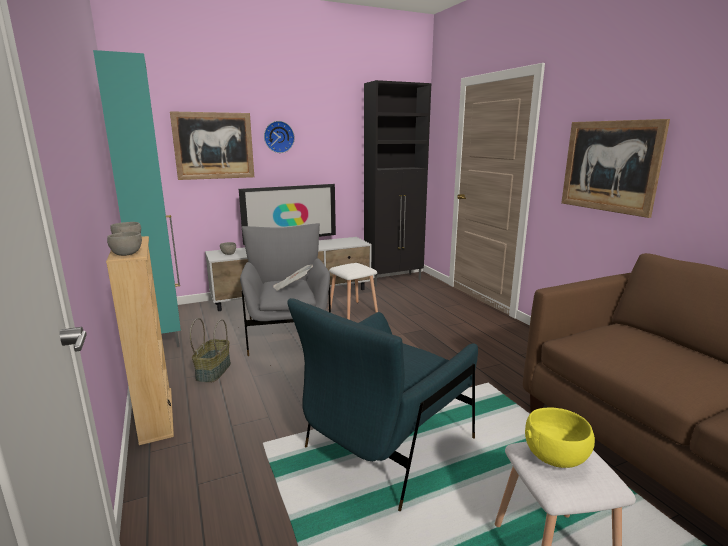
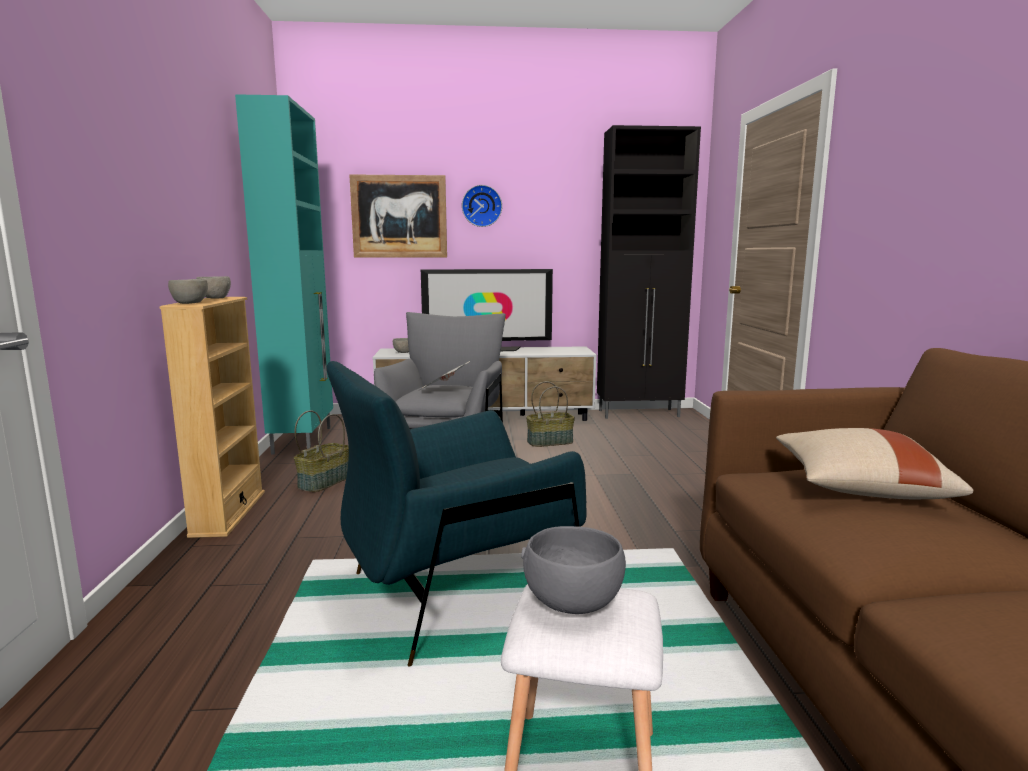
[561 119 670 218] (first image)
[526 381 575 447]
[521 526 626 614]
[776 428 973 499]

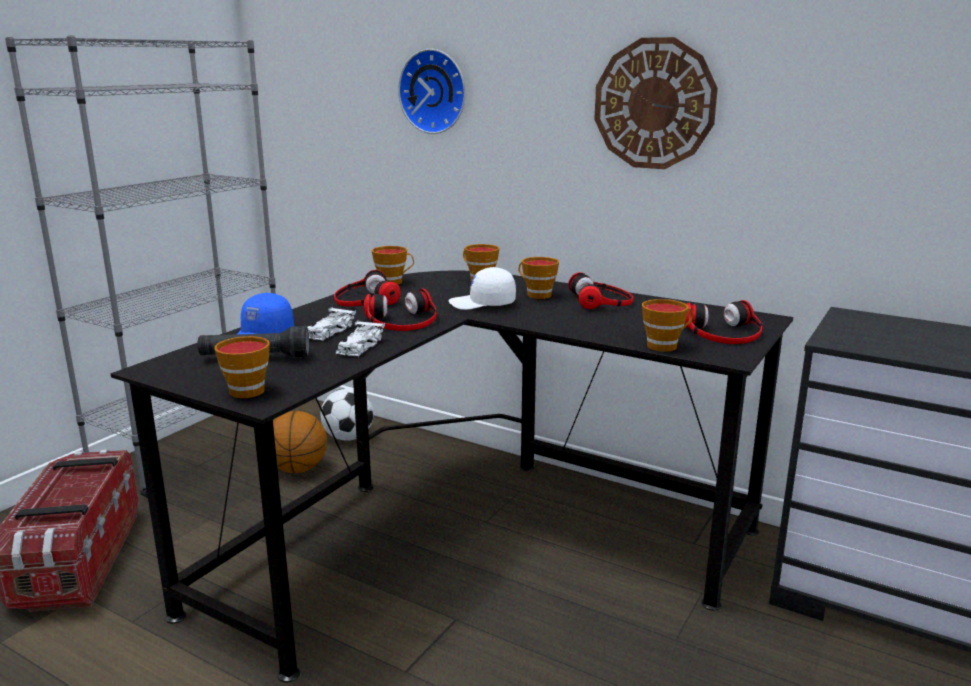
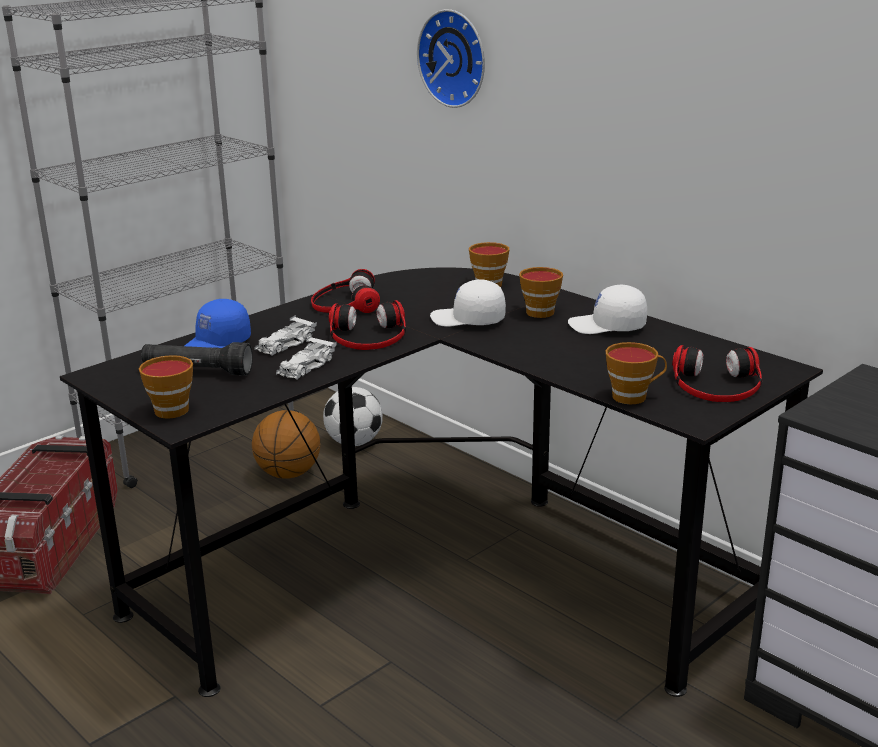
[594 37 718 169] (first image)
[372 246 414 284] (first image)
[568 285 647 334]

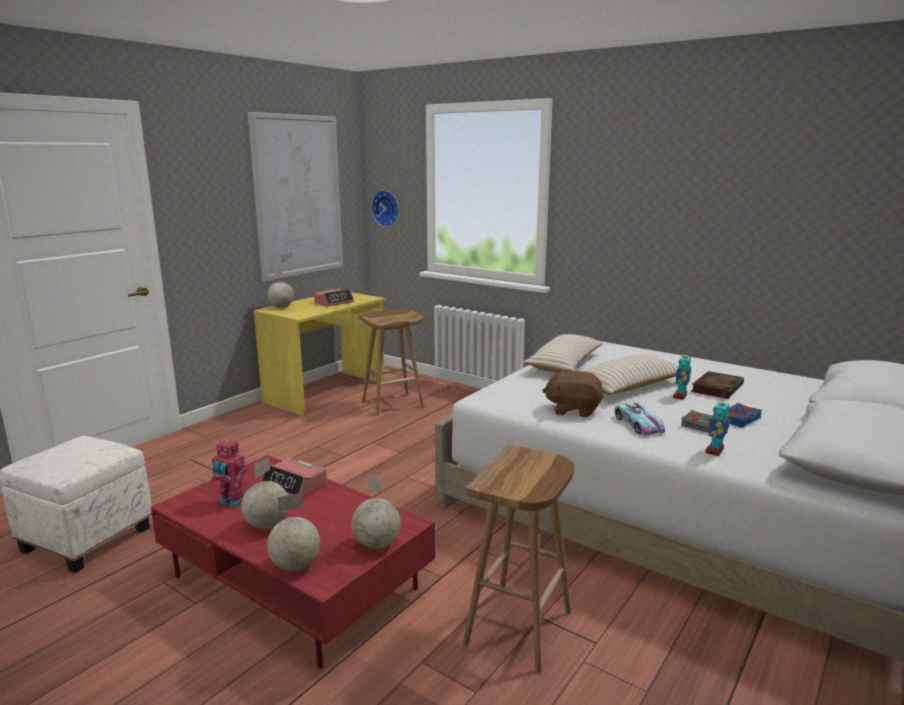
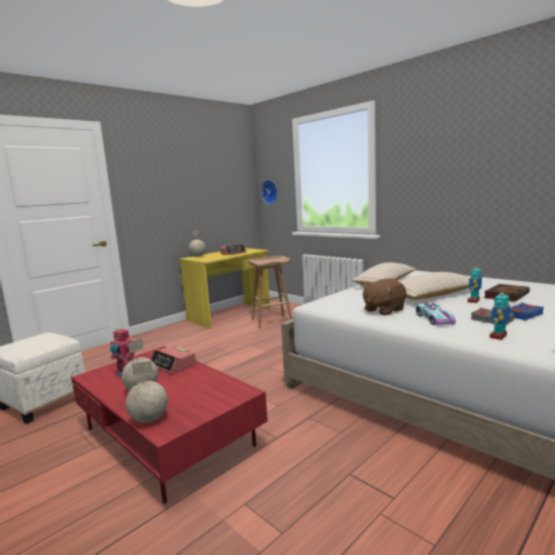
[248 112 343 281] (first image)
[362 278 406 315]
[463 445 574 673] (first image)
[351 473 401 549] (first image)

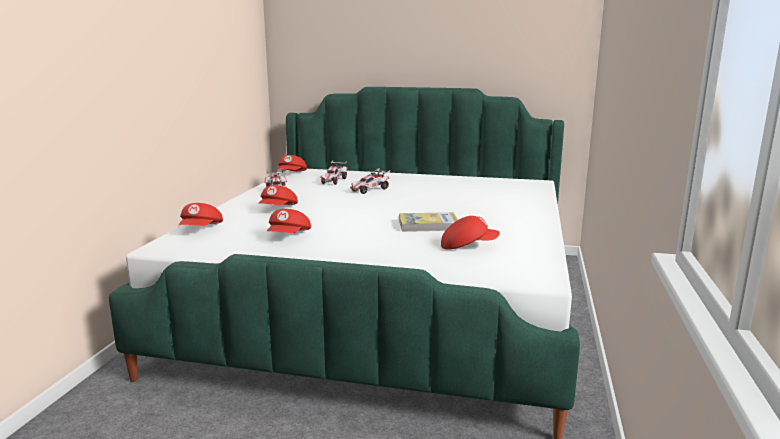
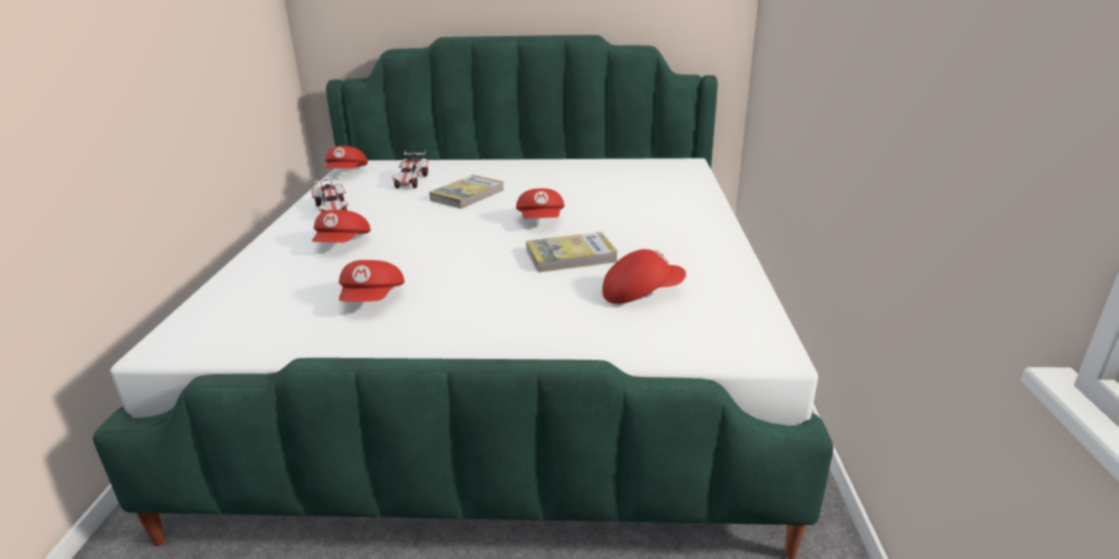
[429 175 504 209]
[516 188 565 219]

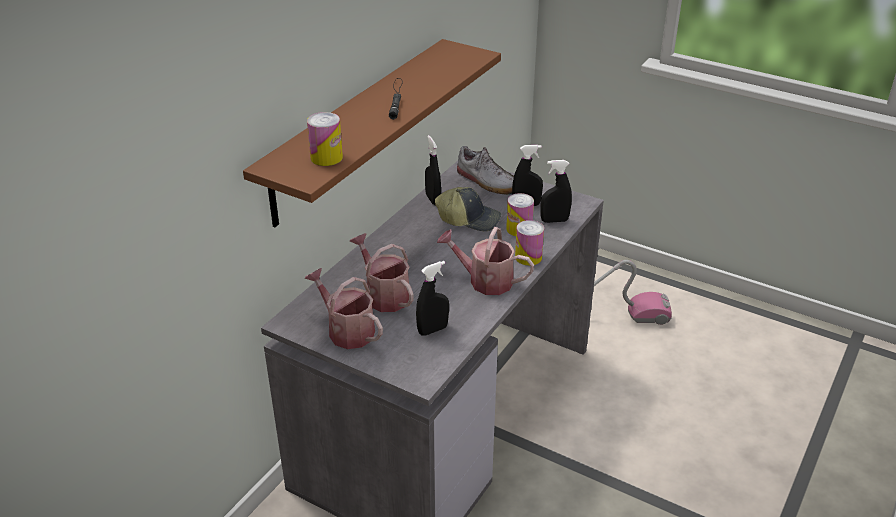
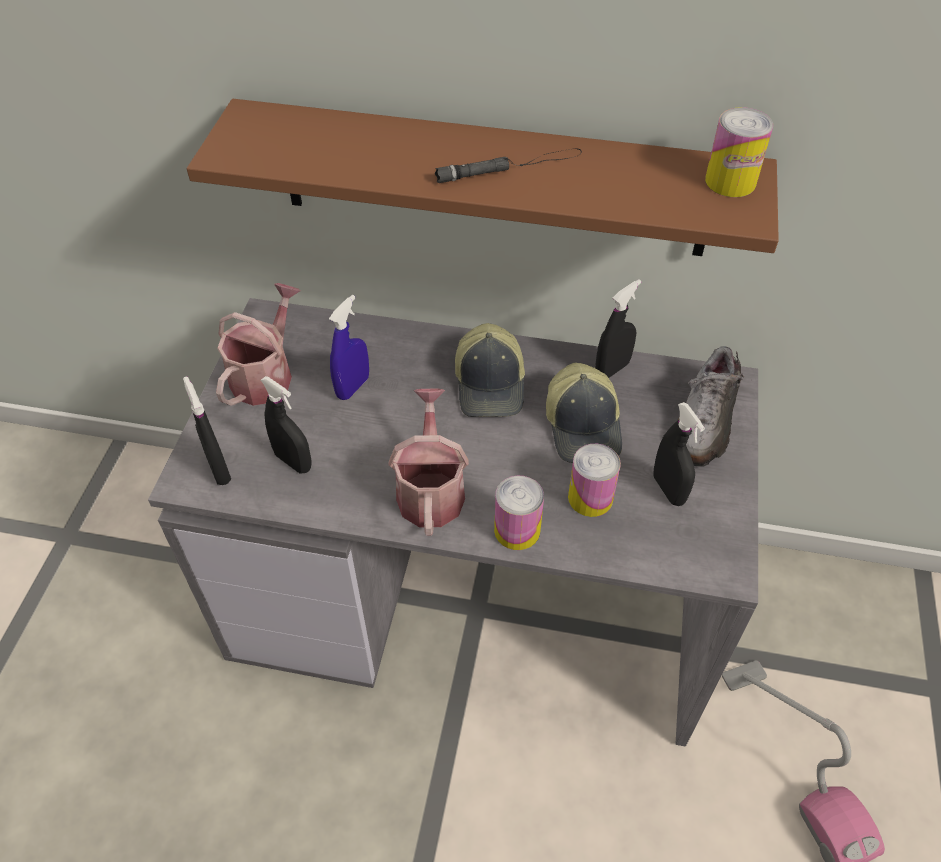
[705 107 773 197]
[183 377 231 485]
[329 295 369 400]
[455 323 525 417]

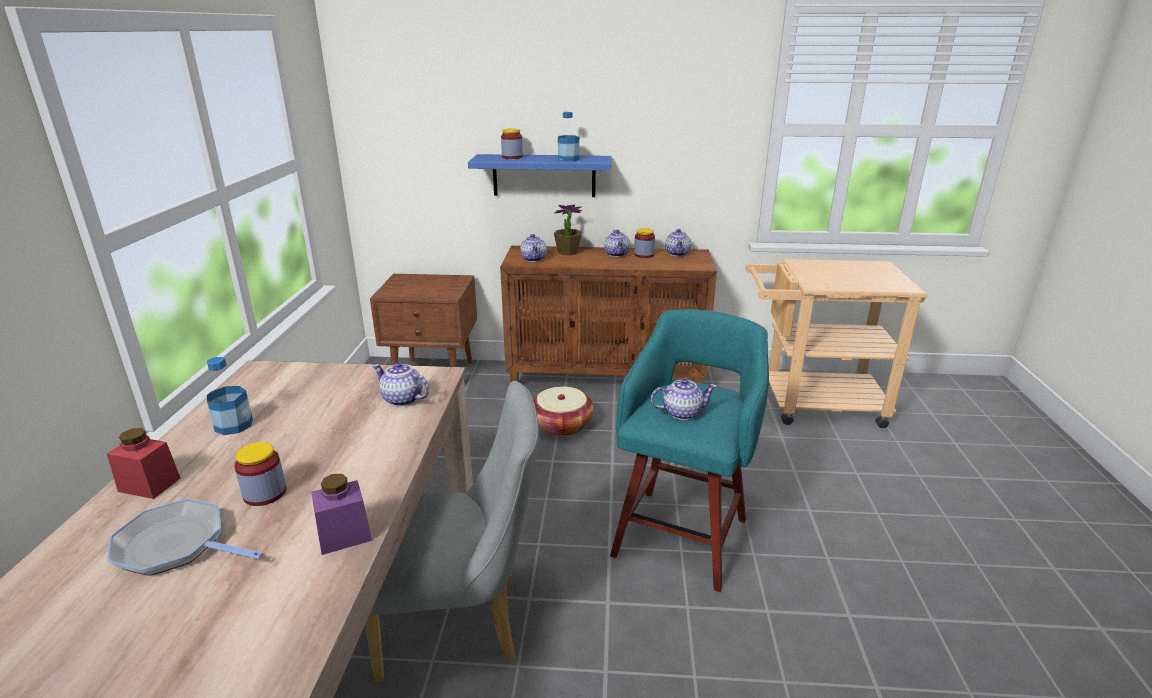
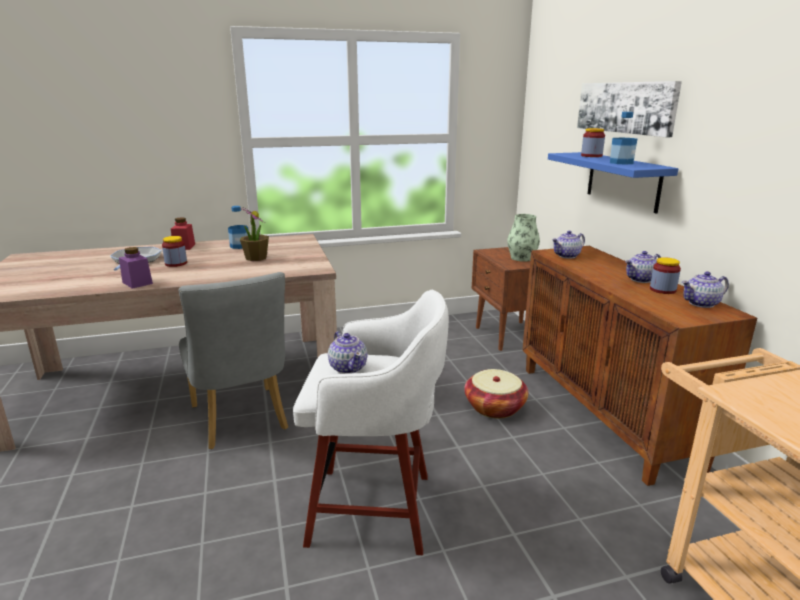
[240 207 269 261]
[293 290 449 555]
[373 362 429 406] (first image)
[577 81 682 137]
[507 214 540 262]

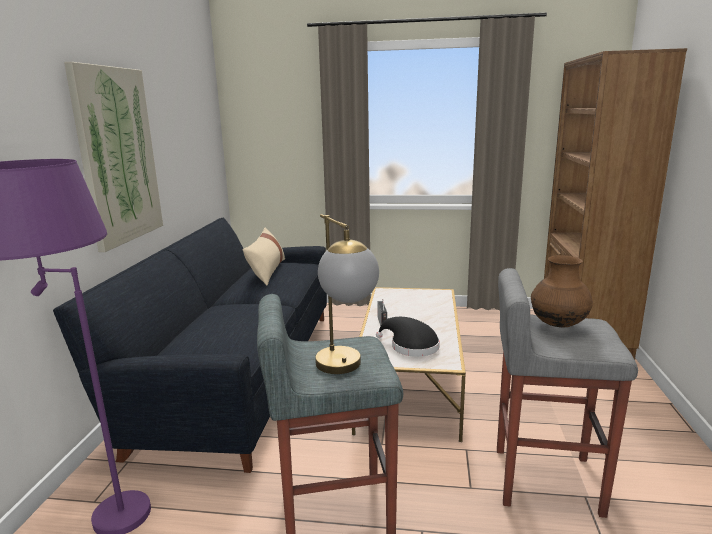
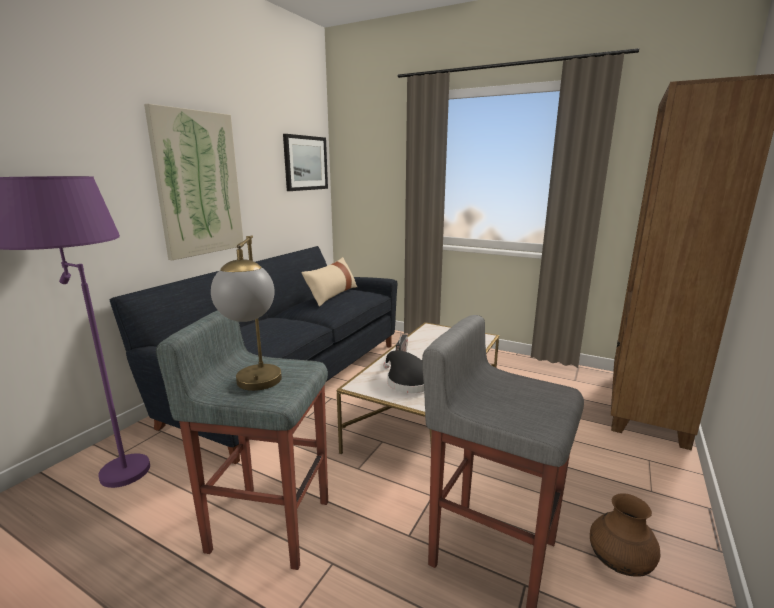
[590 494 660 577]
[283 134 328 191]

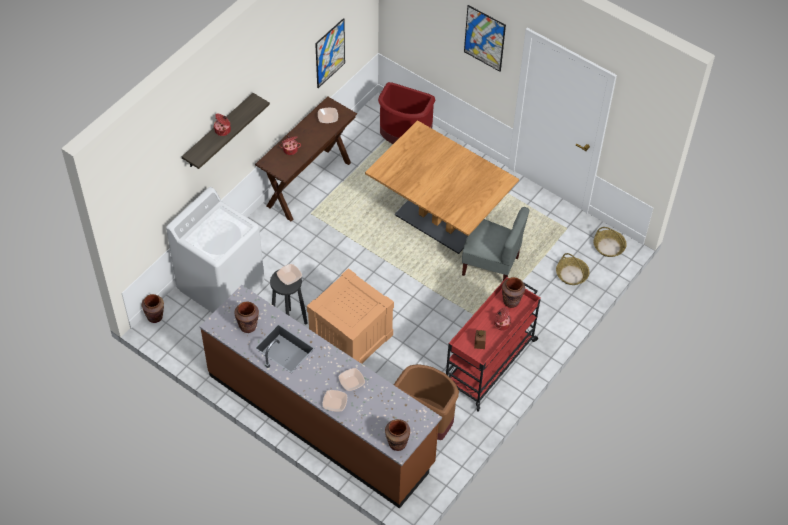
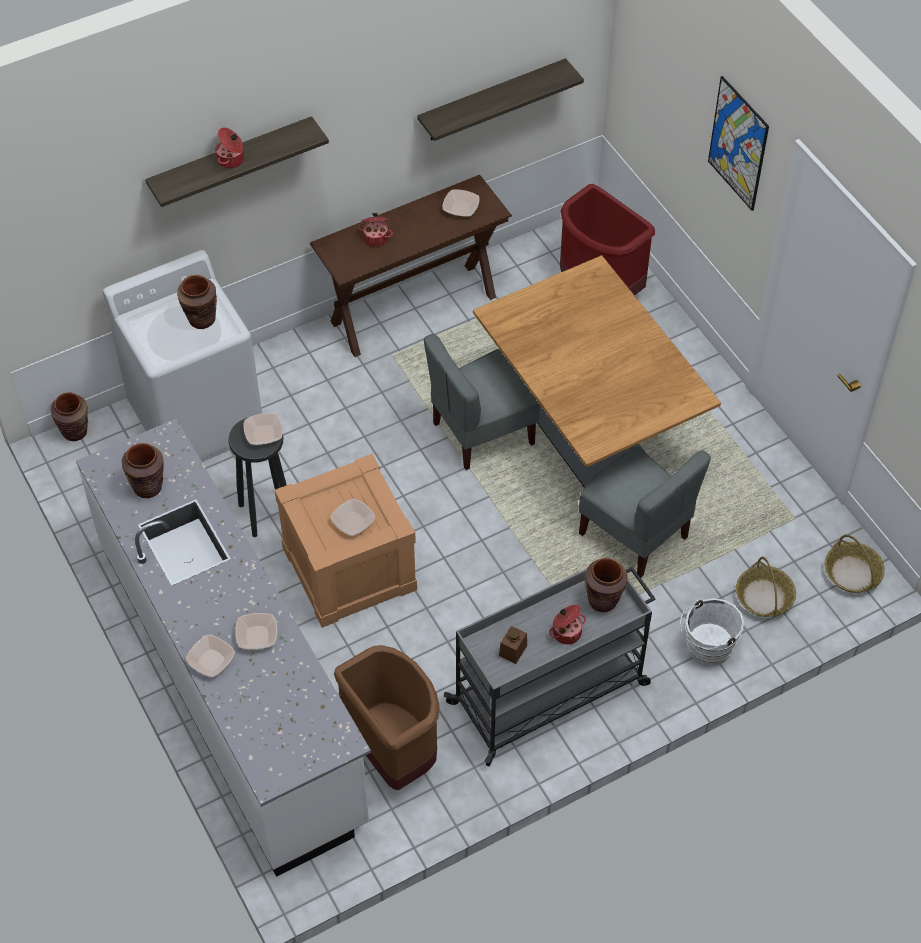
[417 58 584 141]
[444 557 656 766]
[76 419 371 877]
[177 275 217 329]
[423 334 539 470]
[330 499 375 536]
[680 598 744 666]

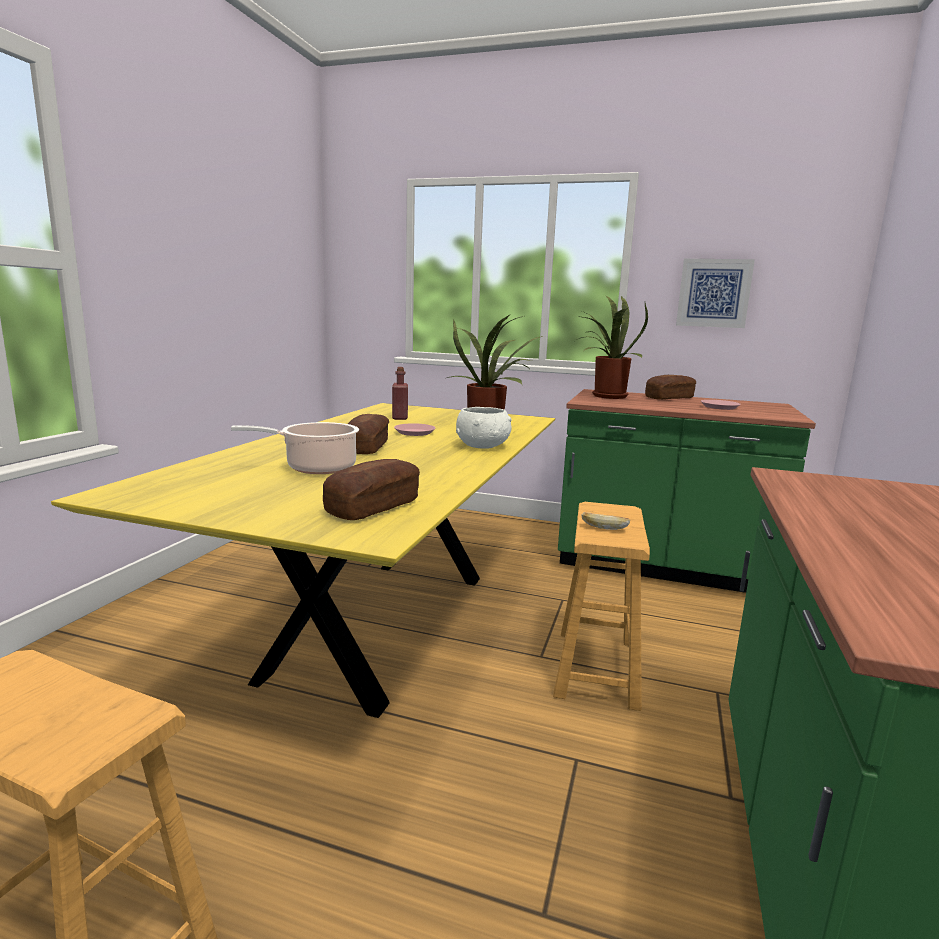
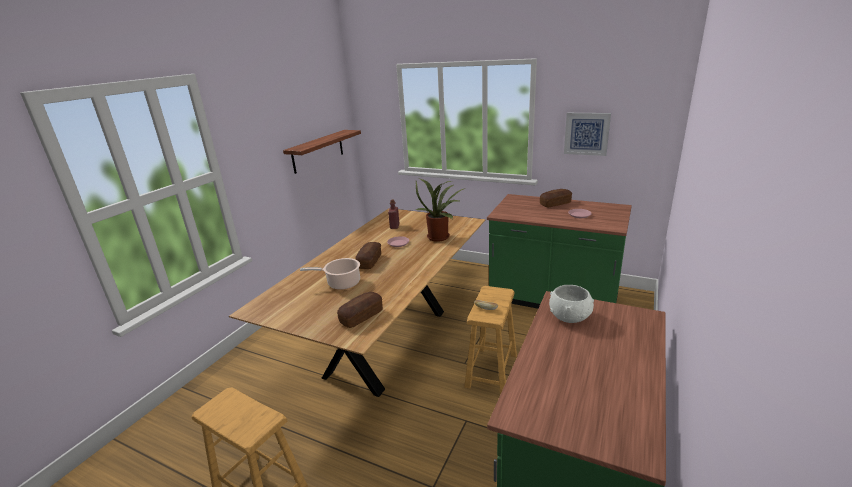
[577 295 648 399] (first image)
[229 208 486 397]
[549 285 594 323]
[283 130 361 174]

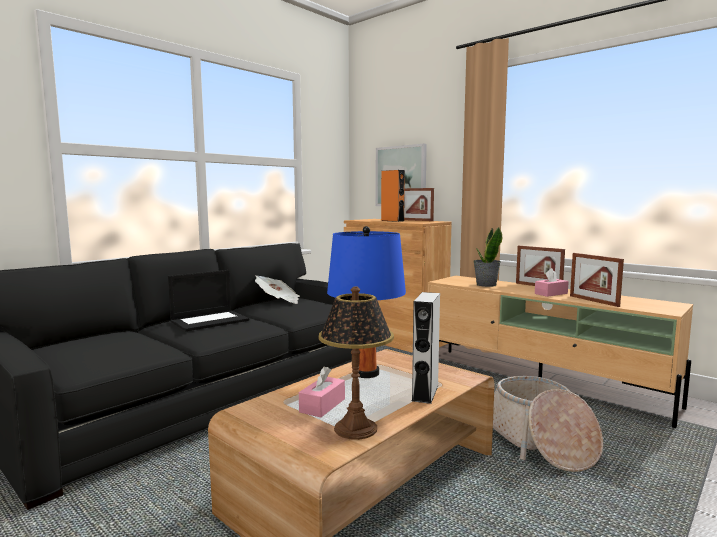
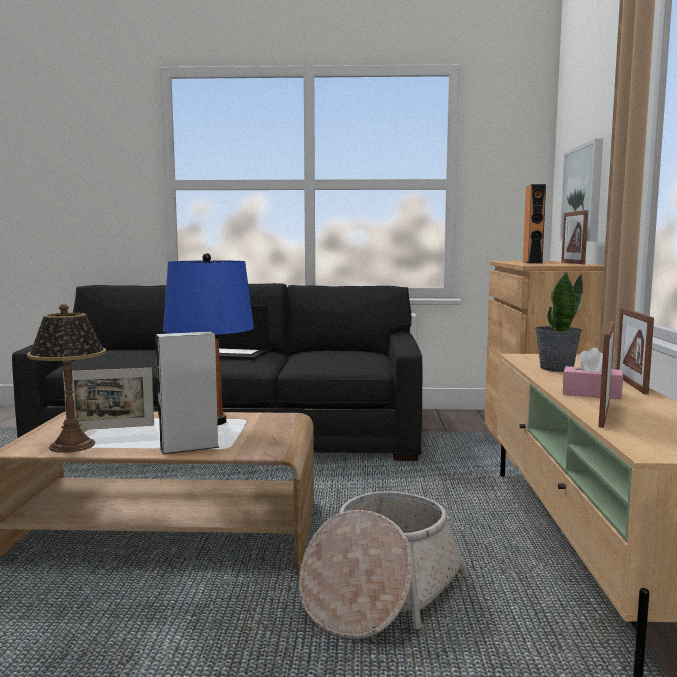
[255 275 300 304] (first image)
[63 368 154 430]

